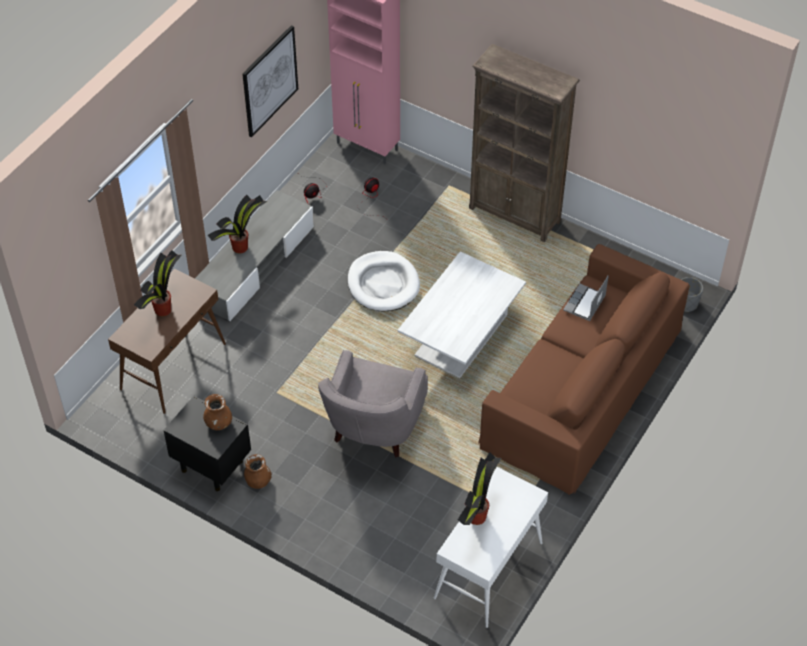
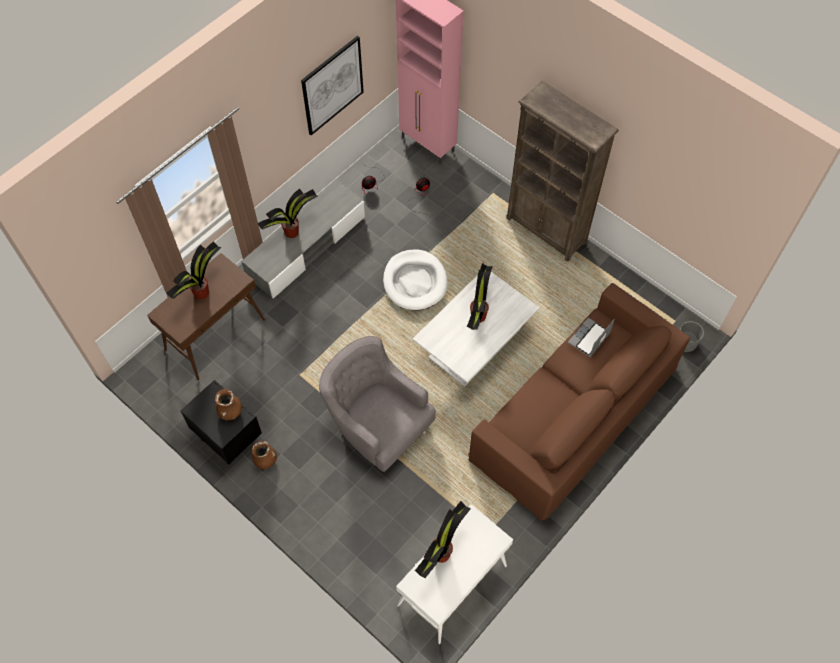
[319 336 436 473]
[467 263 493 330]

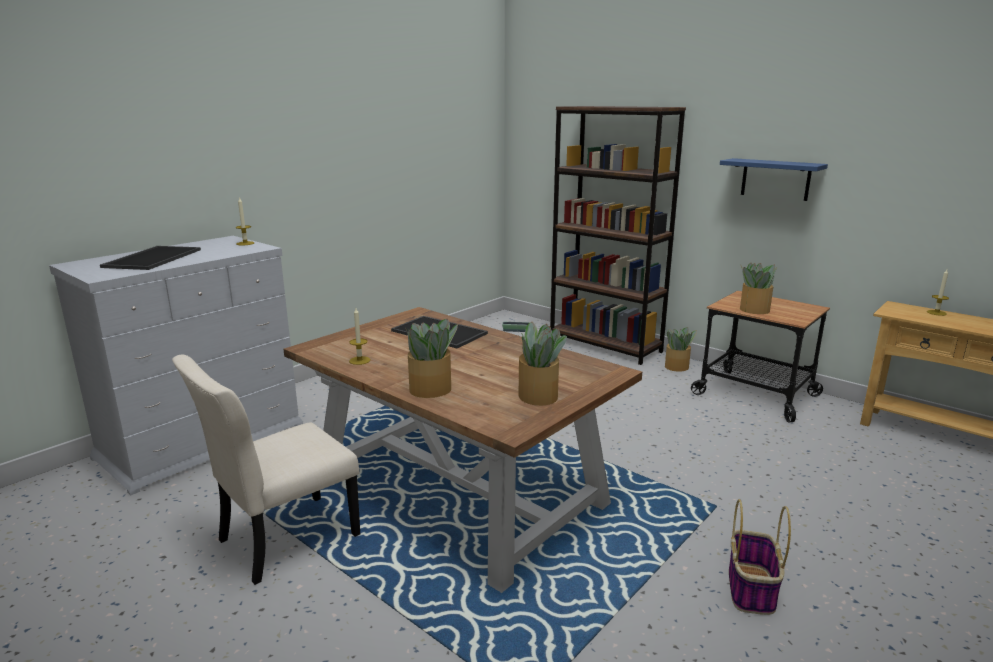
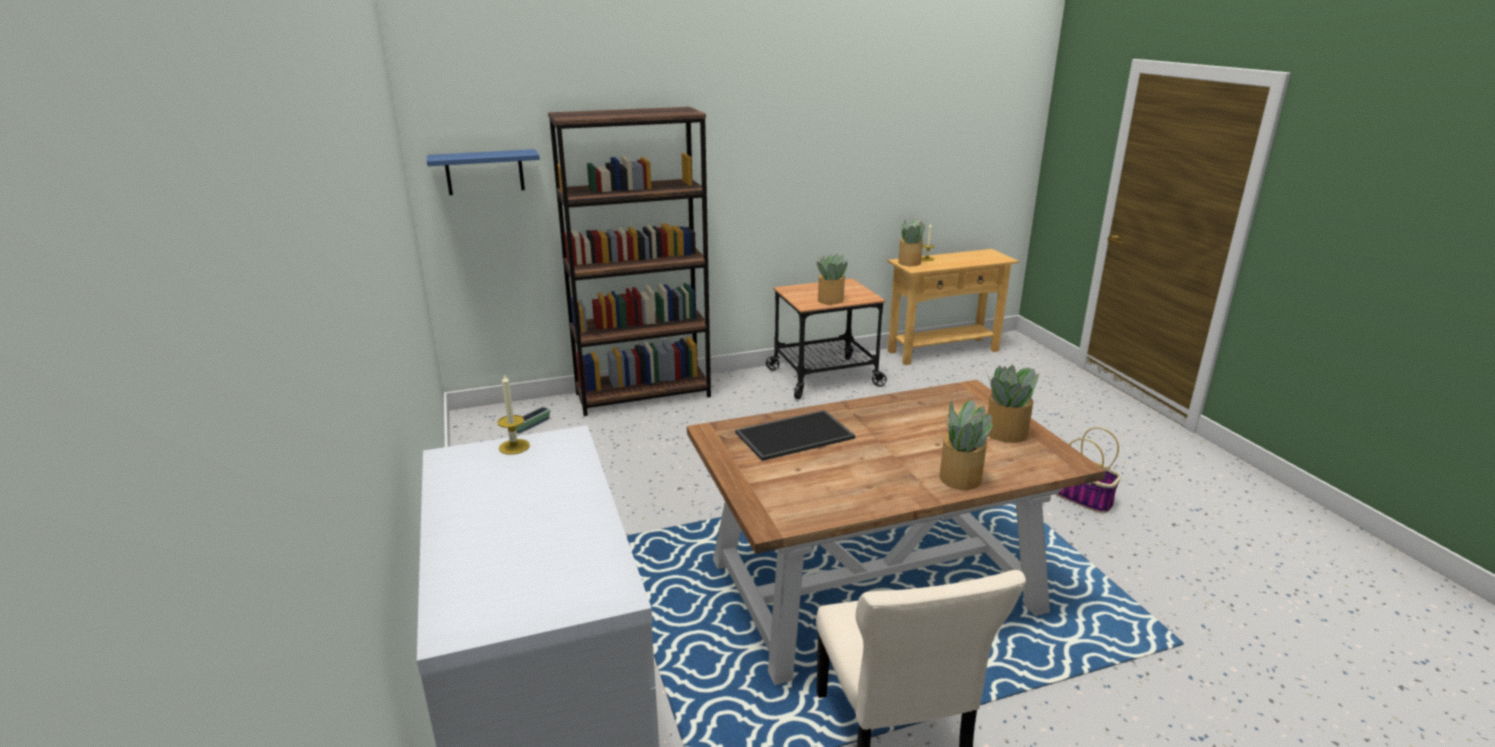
[427 149 540 195]
[100 246 201 270] (first image)
[349 308 370 365] (first image)
[898 219 925 266]

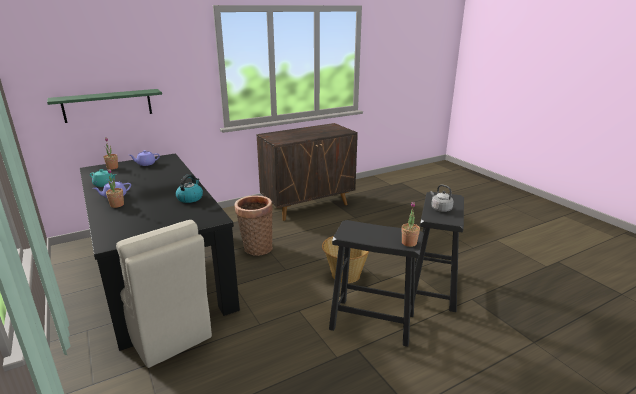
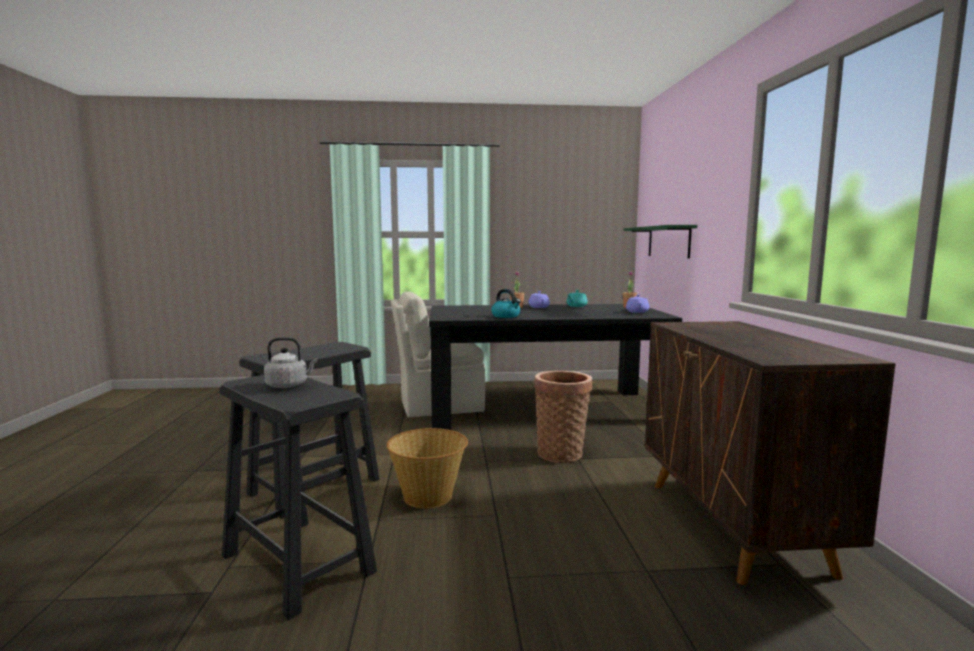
[401 202 420 247] (first image)

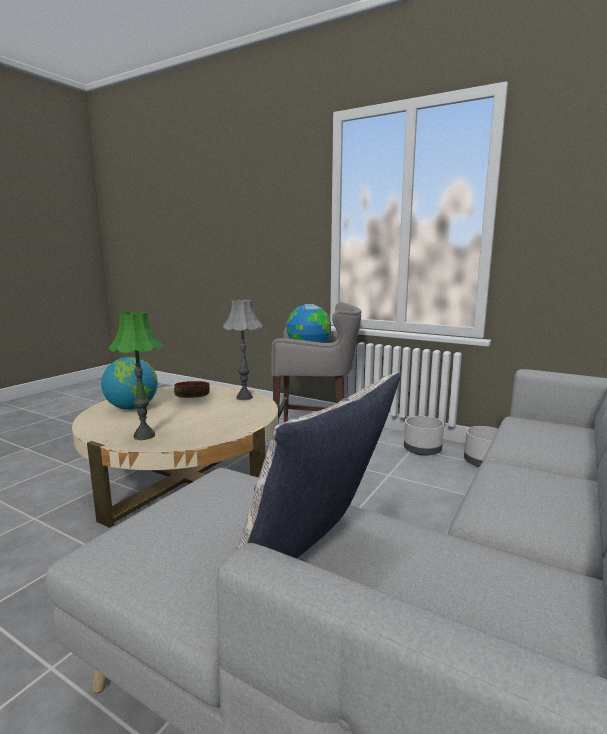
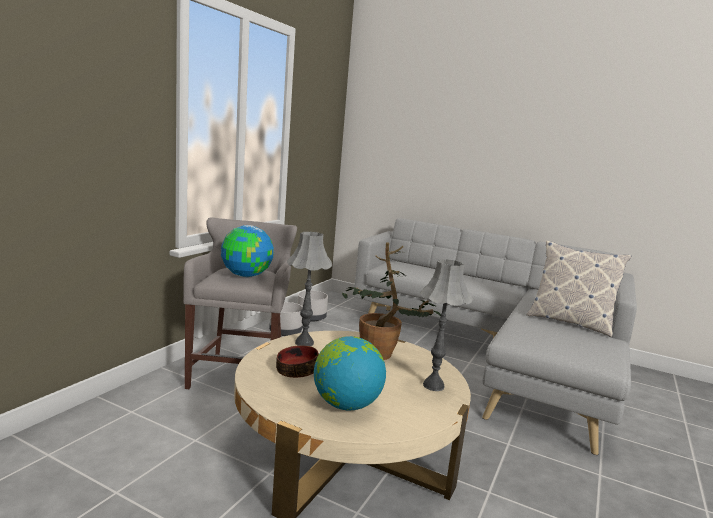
[420 259 473 391]
[342 242 441 360]

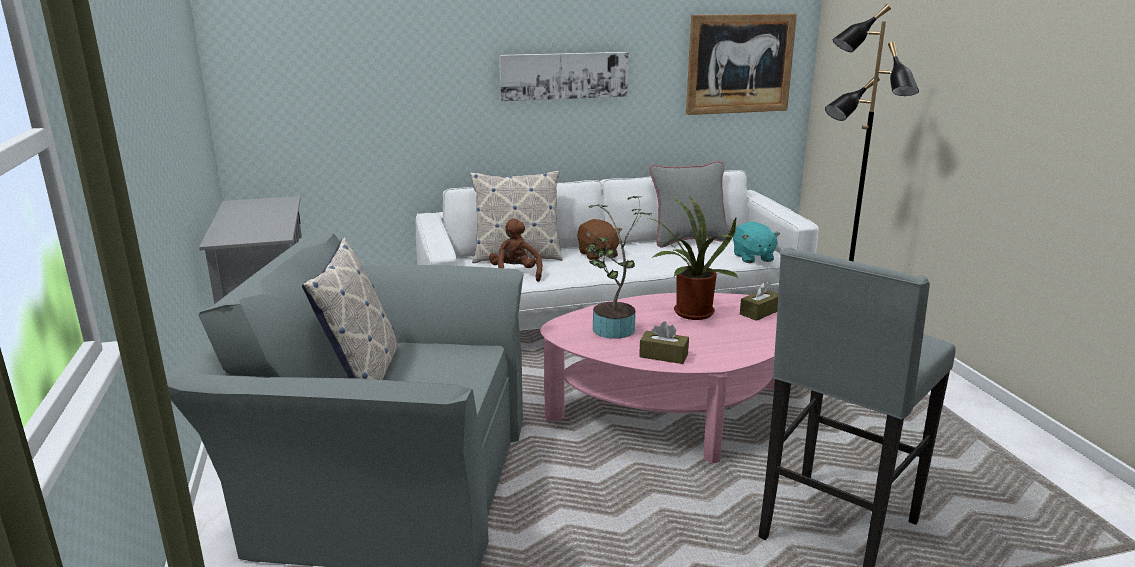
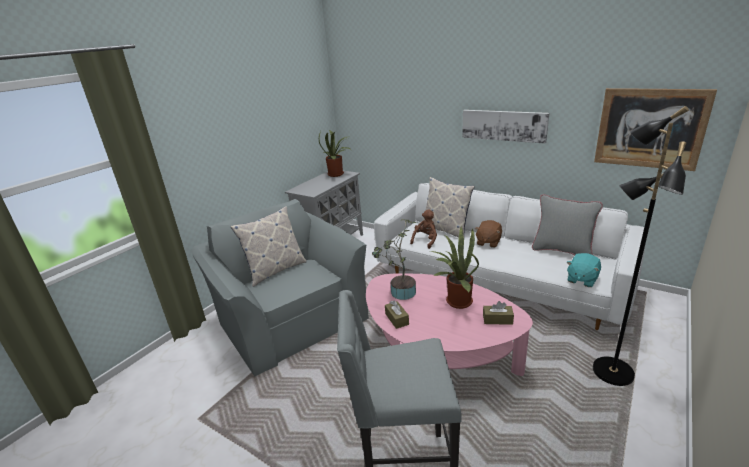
[319 130 351 177]

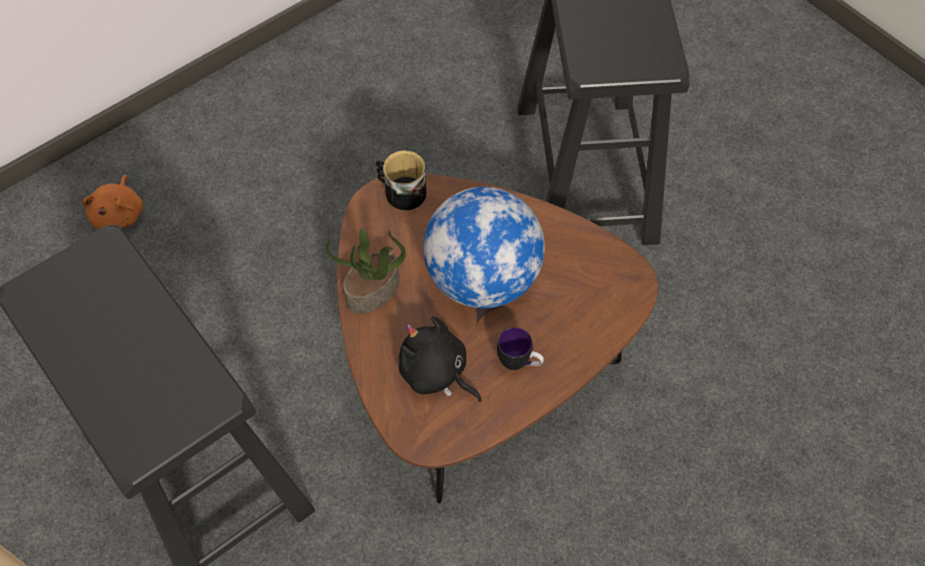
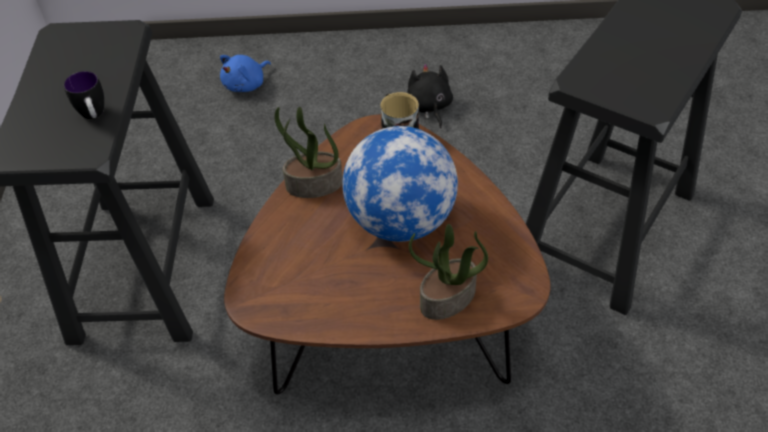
[220 55 271 92]
[407 64 453 128]
[64 71 104 119]
[409 224 488 320]

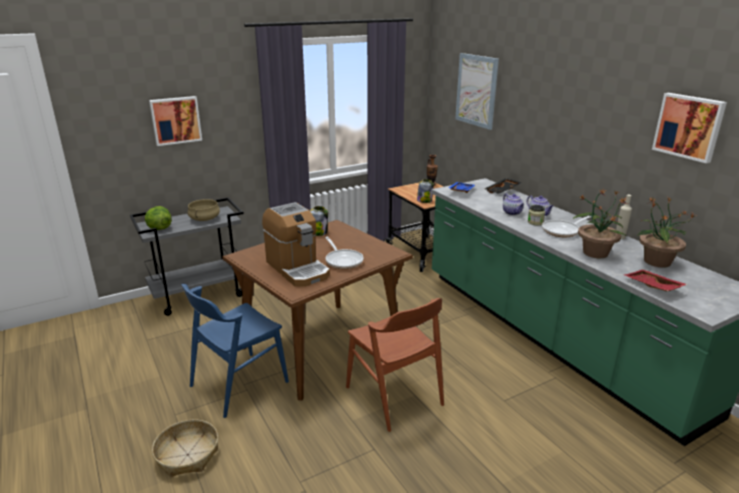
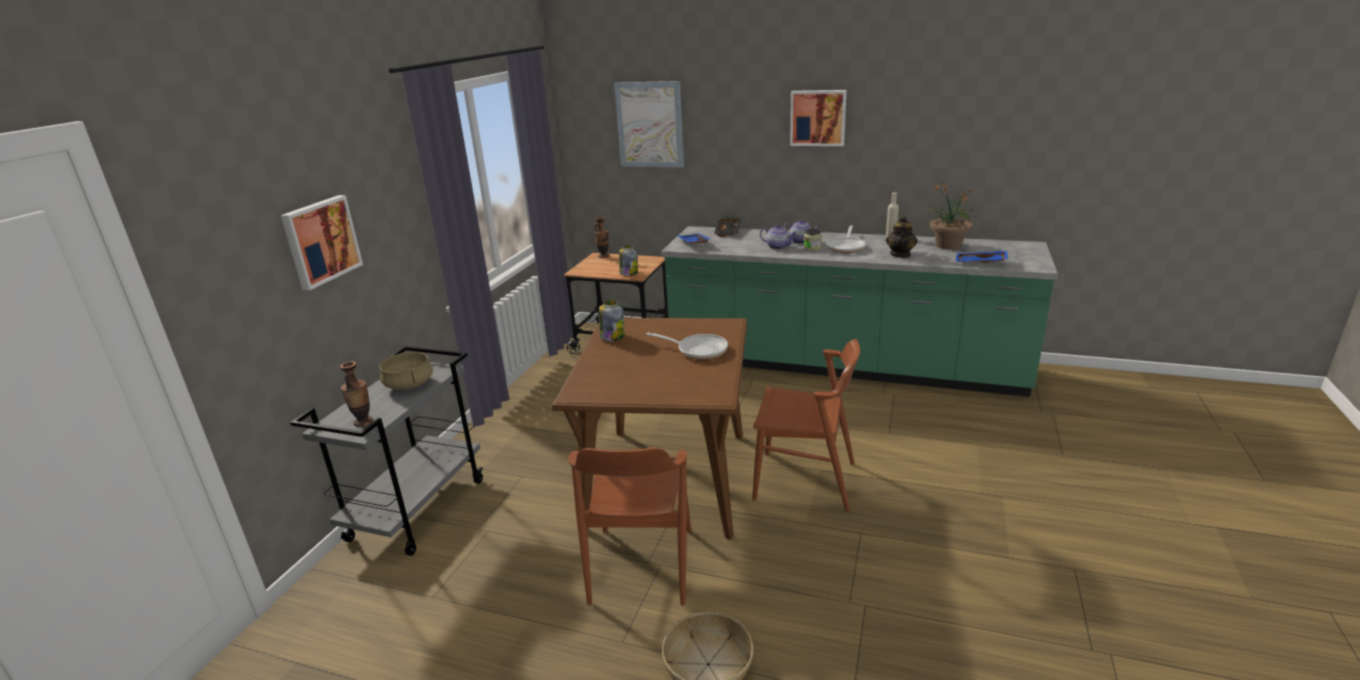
[790 90 847 146]
[886 216 917 258]
[262 202 330 287] (first image)
[340 361 373 427]
[956 251 1008 263]
[568 447 691 606]

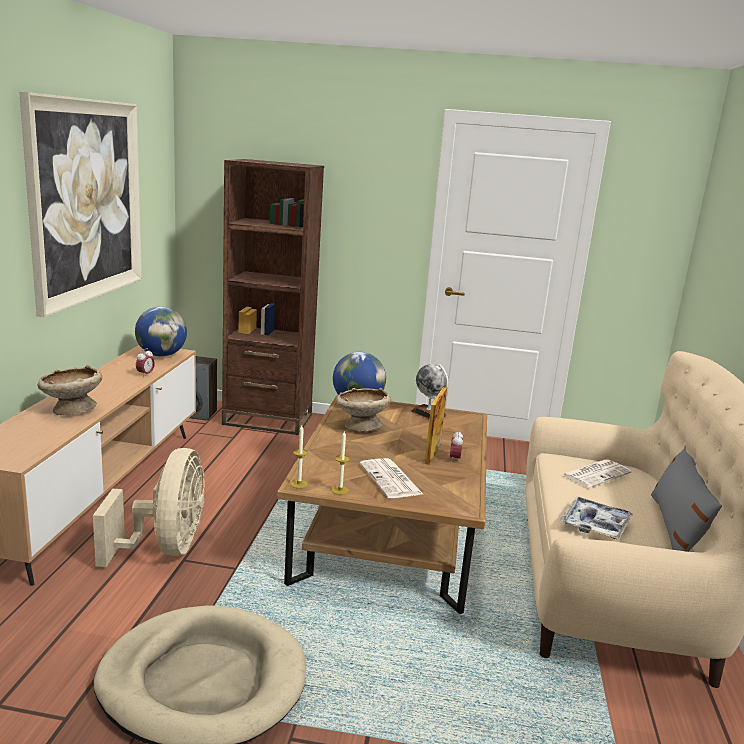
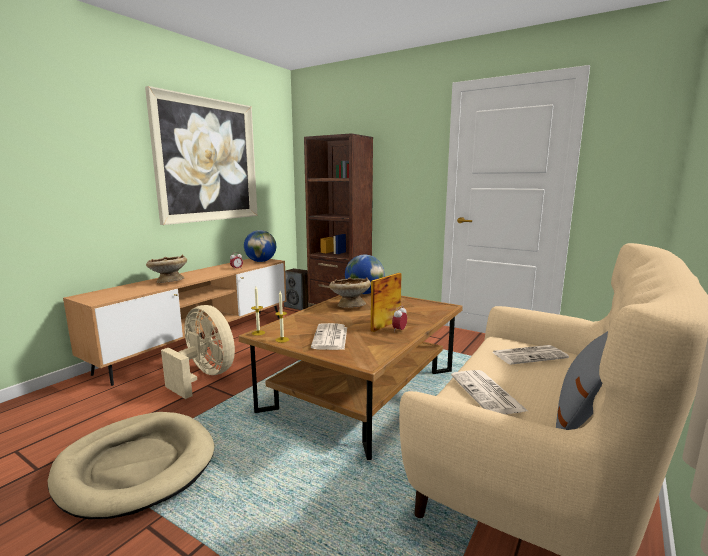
[411 364 449 419] (first image)
[161 305 235 399]
[451 370 528 414]

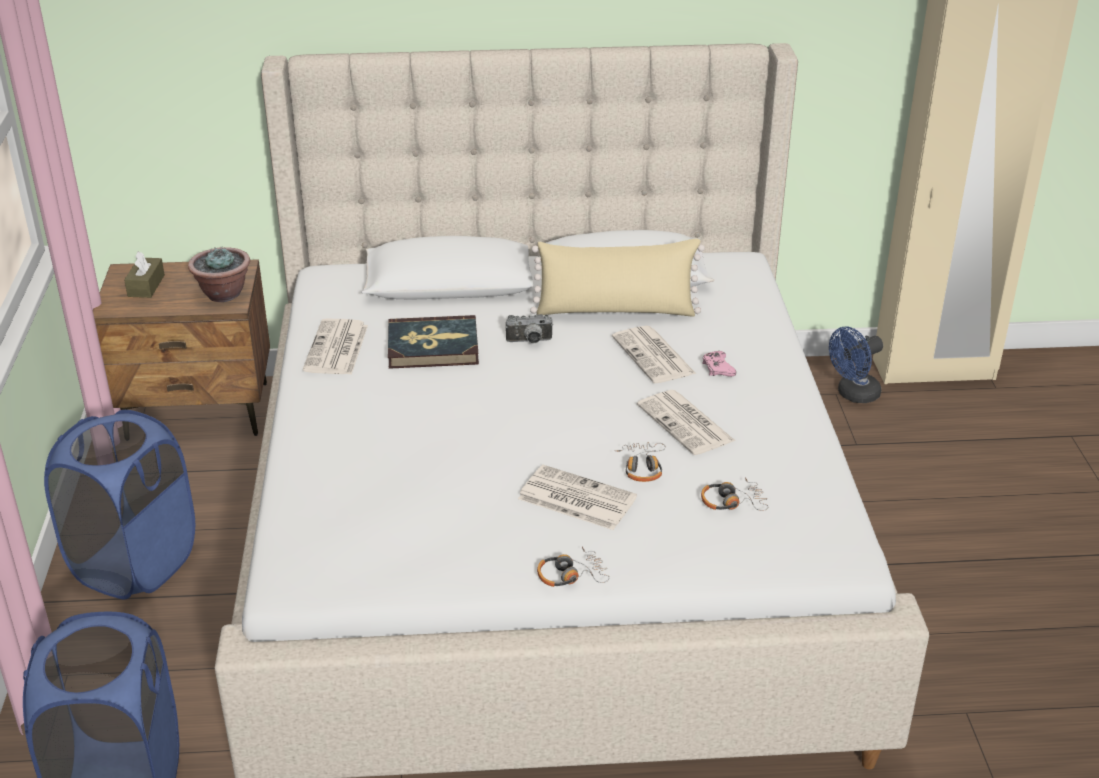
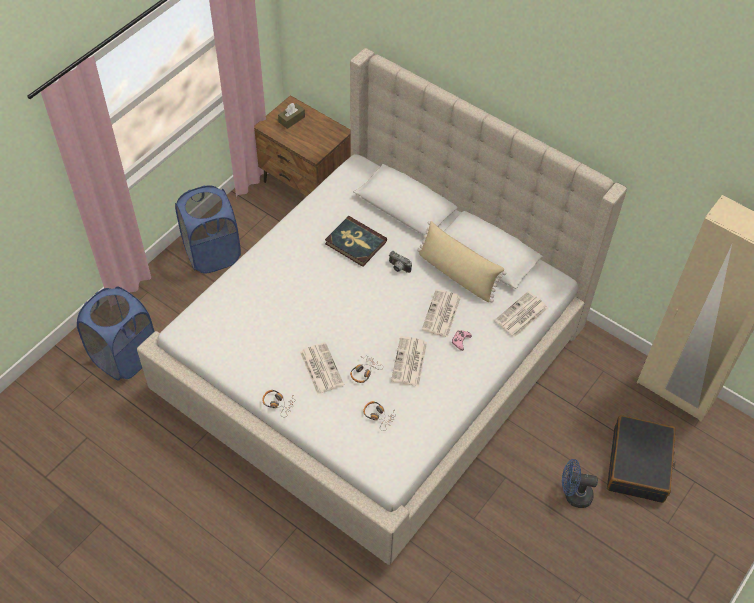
[188 247 250 302] (first image)
[494 291 548 338]
[562 459 598 508]
[607 415 676 503]

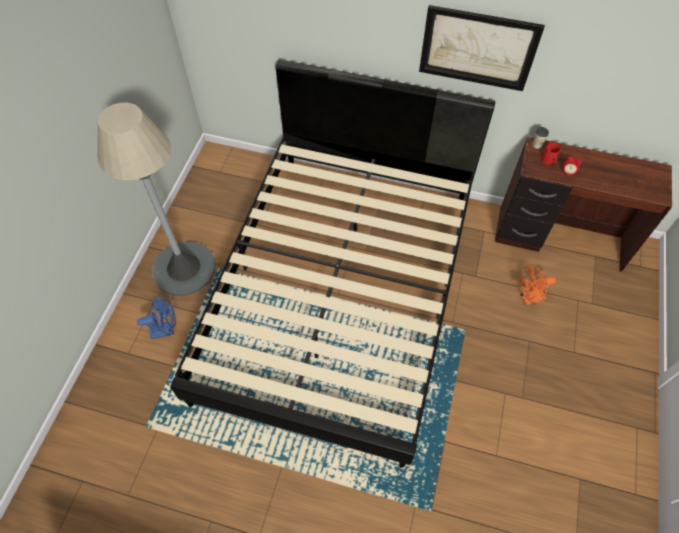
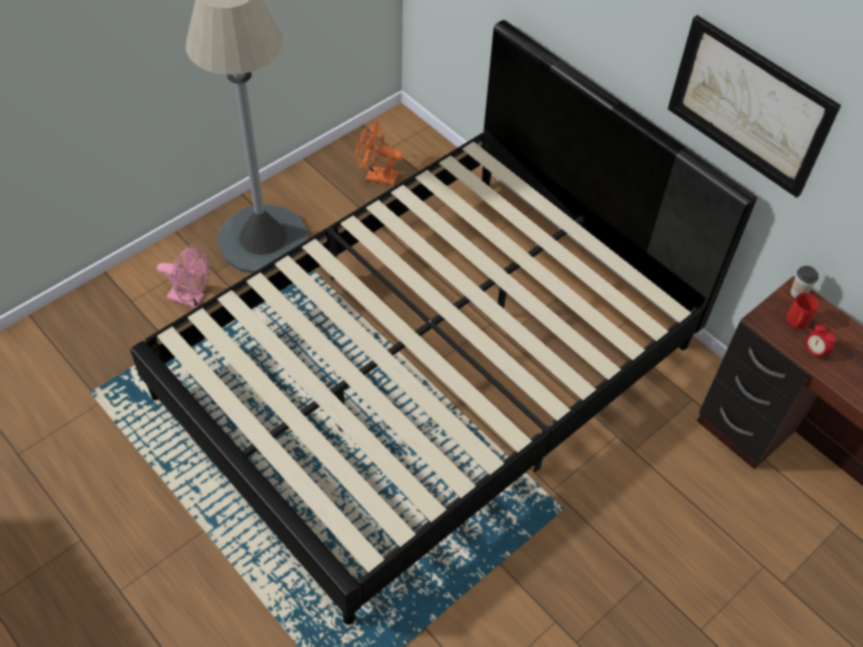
[356 121 403 185]
[157 244 210 308]

